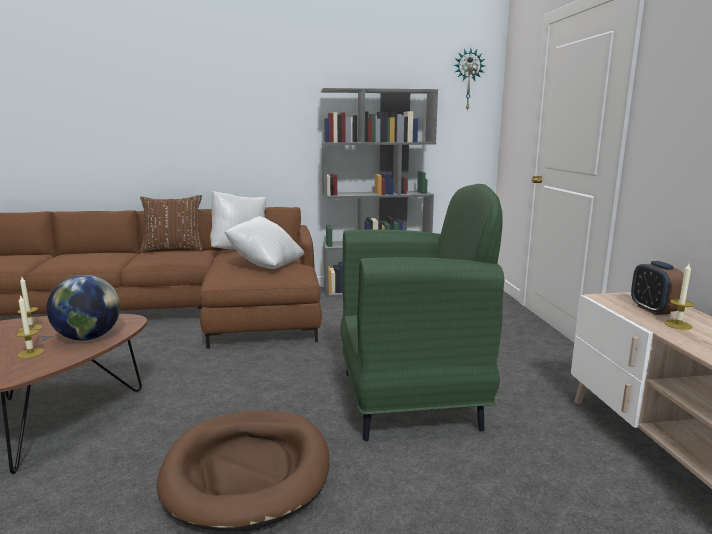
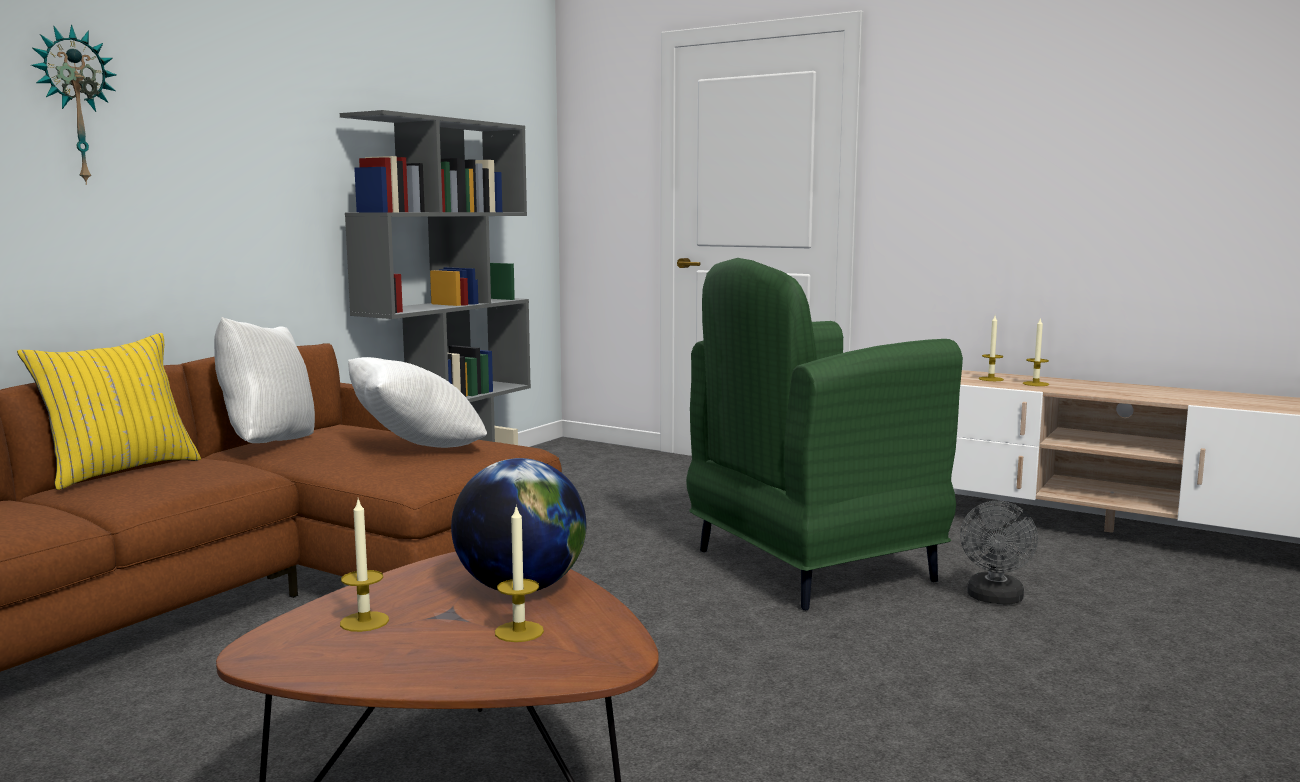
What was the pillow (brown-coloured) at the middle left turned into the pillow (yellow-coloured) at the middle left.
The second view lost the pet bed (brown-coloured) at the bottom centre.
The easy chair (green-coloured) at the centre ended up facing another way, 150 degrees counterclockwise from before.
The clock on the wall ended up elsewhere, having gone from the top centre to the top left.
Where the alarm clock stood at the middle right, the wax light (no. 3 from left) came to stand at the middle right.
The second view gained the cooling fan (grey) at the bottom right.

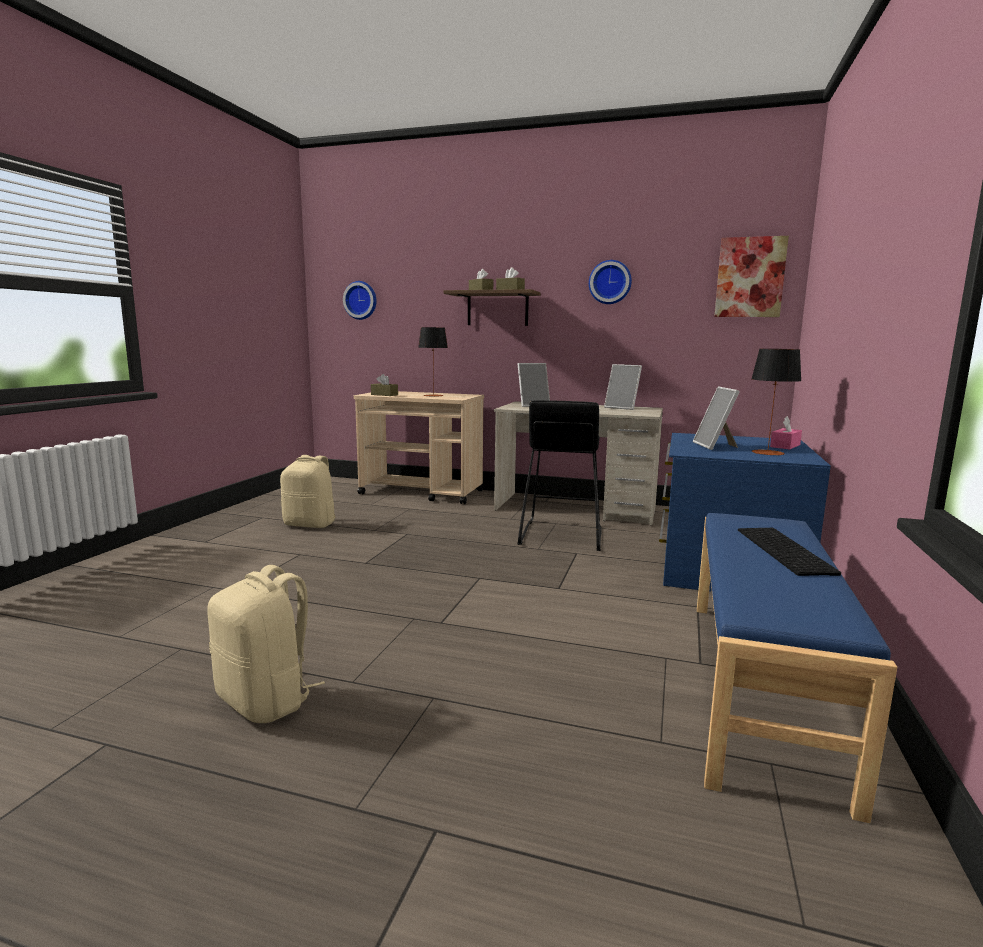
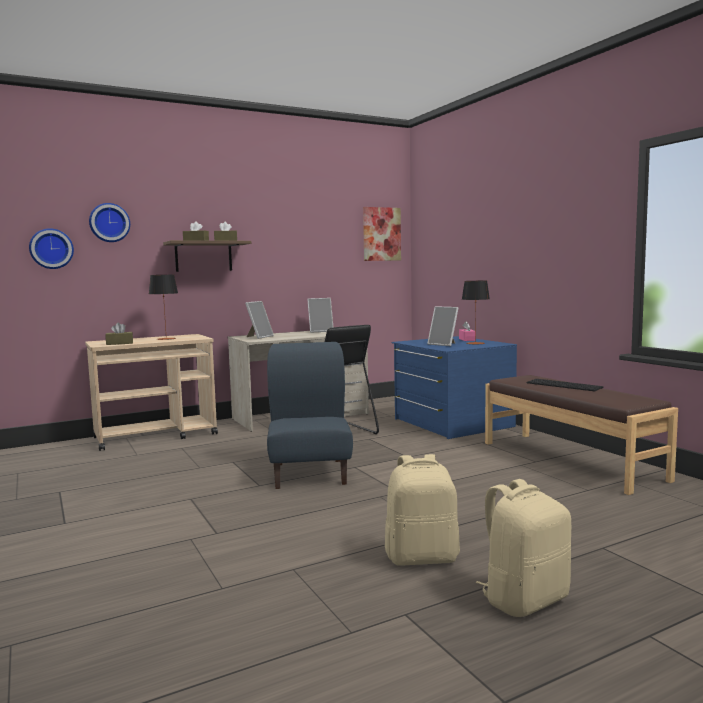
The rucksack (beige-coloured) (no. 2 from left) ended up elsewhere, having gone from the middle left to the bottom right.
The clock on the wall (no. 2 from left) ended up elsewhere, having gone from the top centre to the top left.
What was the long seat (bluish) at the bottom right turned into the long seat (brown-coloured) at the middle right.
The second view gained the upright chair (bluish) at the centre.

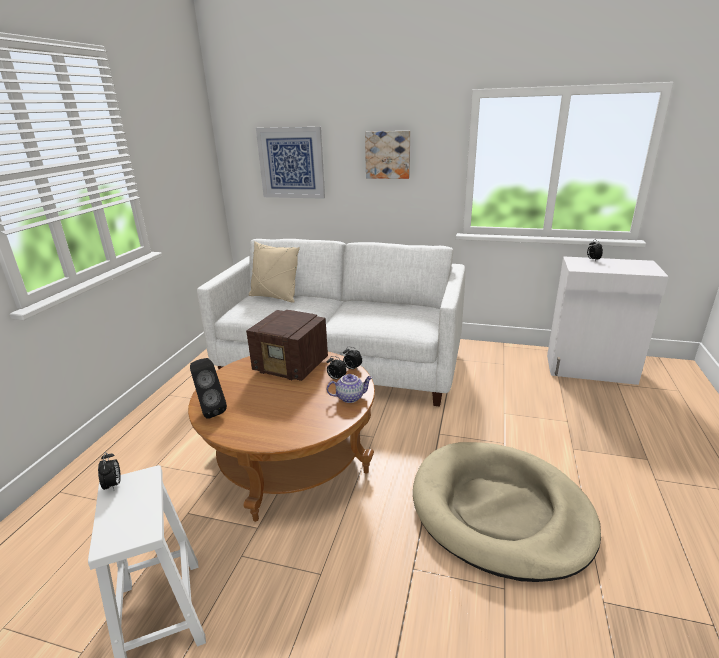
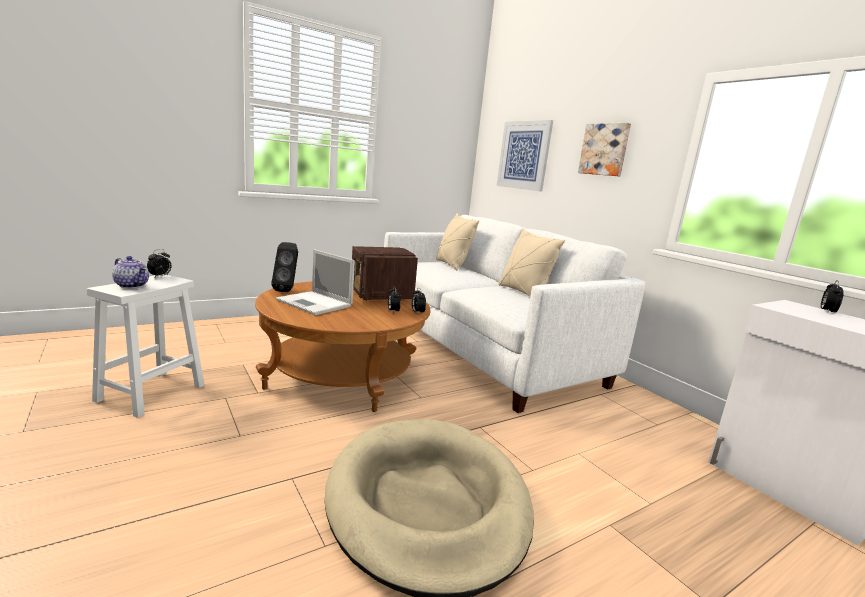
The tea pot ended up elsewhere, having gone from the centre to the middle left.
The second view gained the notebook computer at the centre.
The second view gained the pillow (beige-coloured) (no. 2 from left) at the centre.

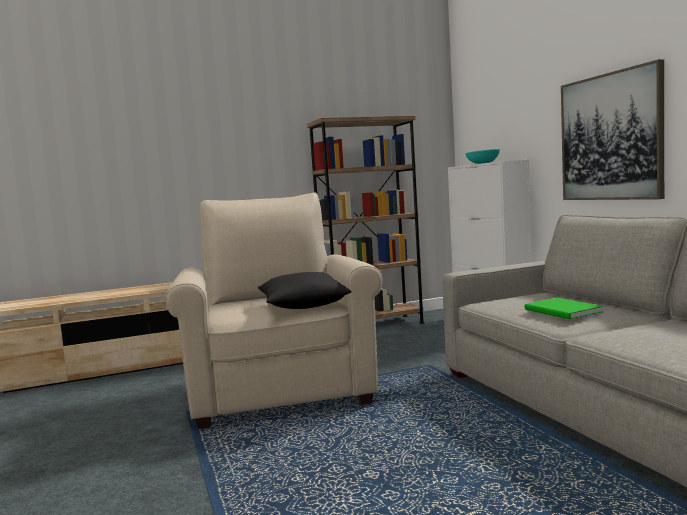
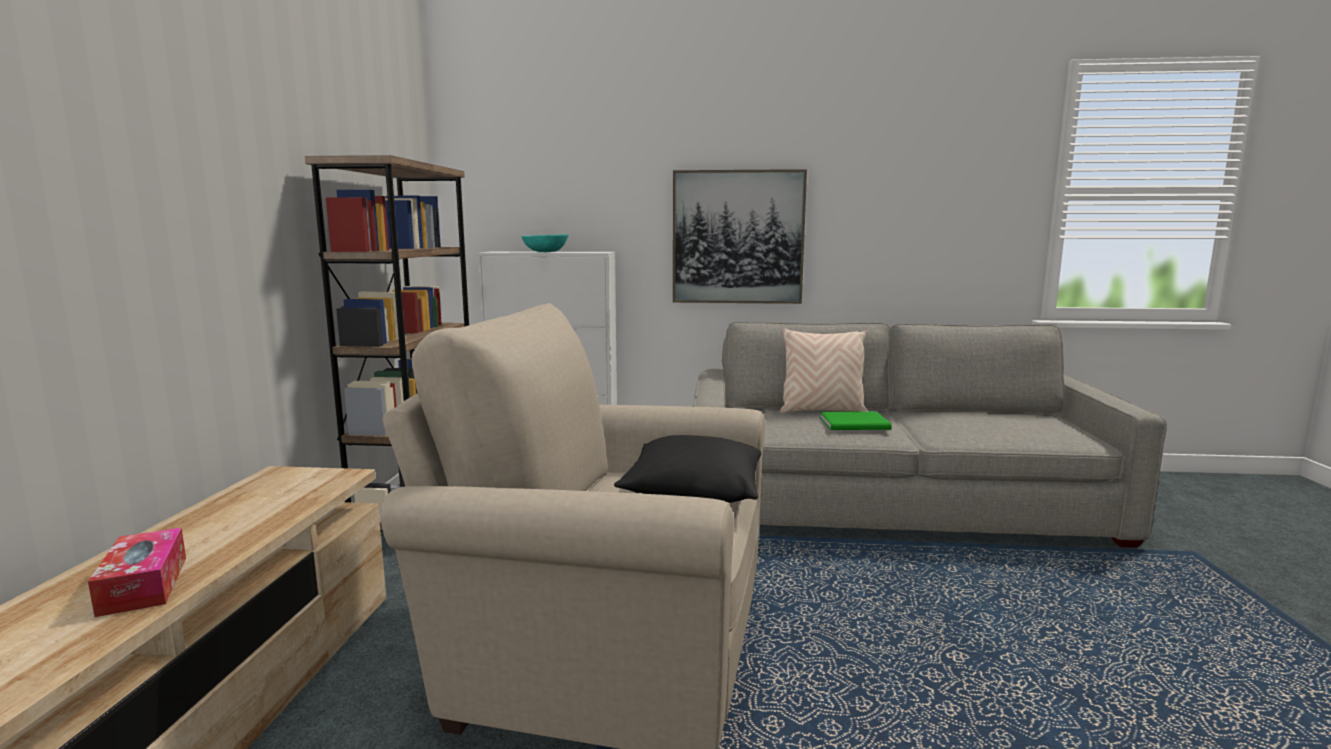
The second view gained the tissue holder at the bottom left.
The second view gained the pillow (beige-coloured) at the centre.

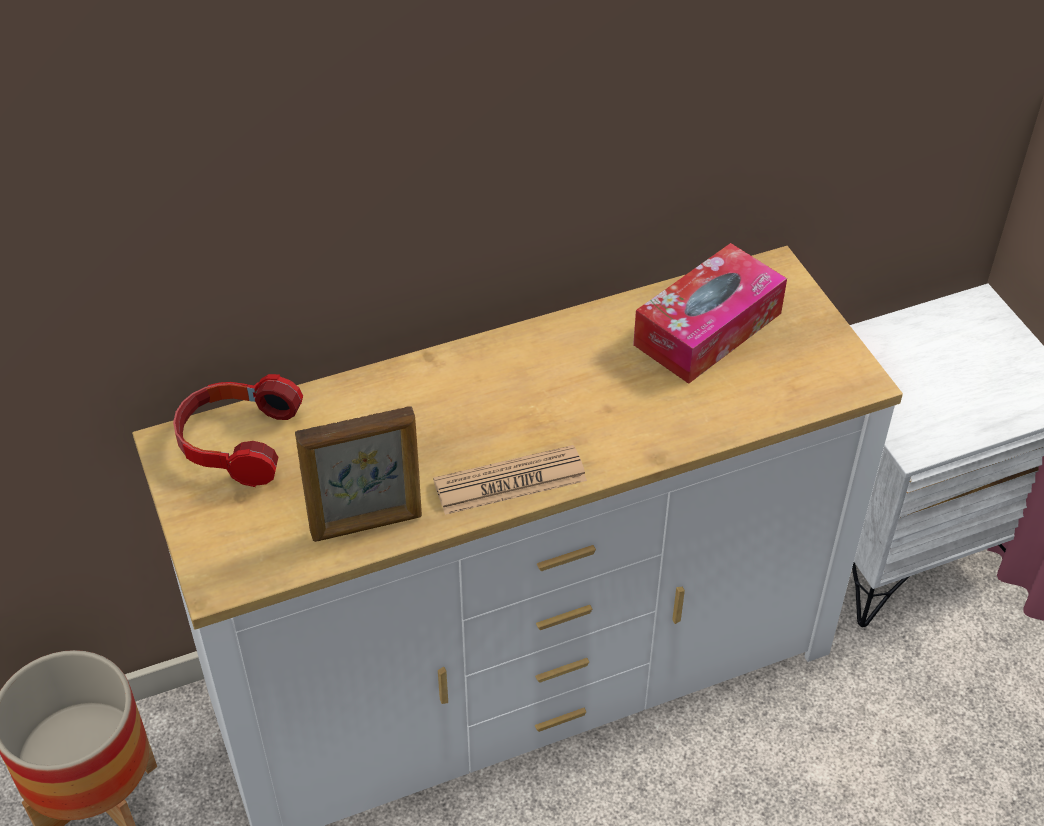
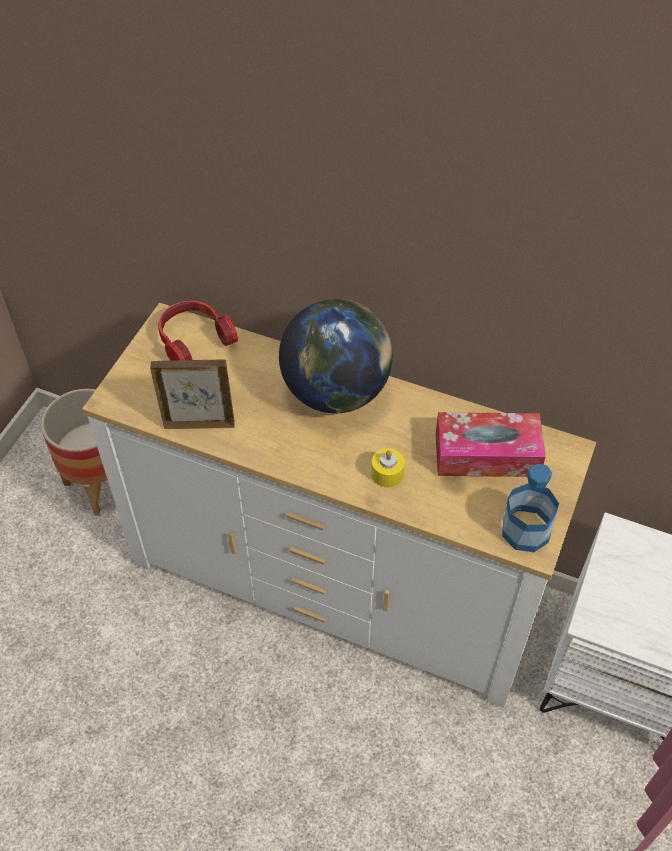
The picture frame at the centre ended up facing another way, 150 degrees clockwise from before.
The second view lost the printed paper at the centre.
The second view gained the desk globe at the centre.
The second view gained the wax light (yellow-coloured) at the centre.
The second view gained the bottle at the middle right.

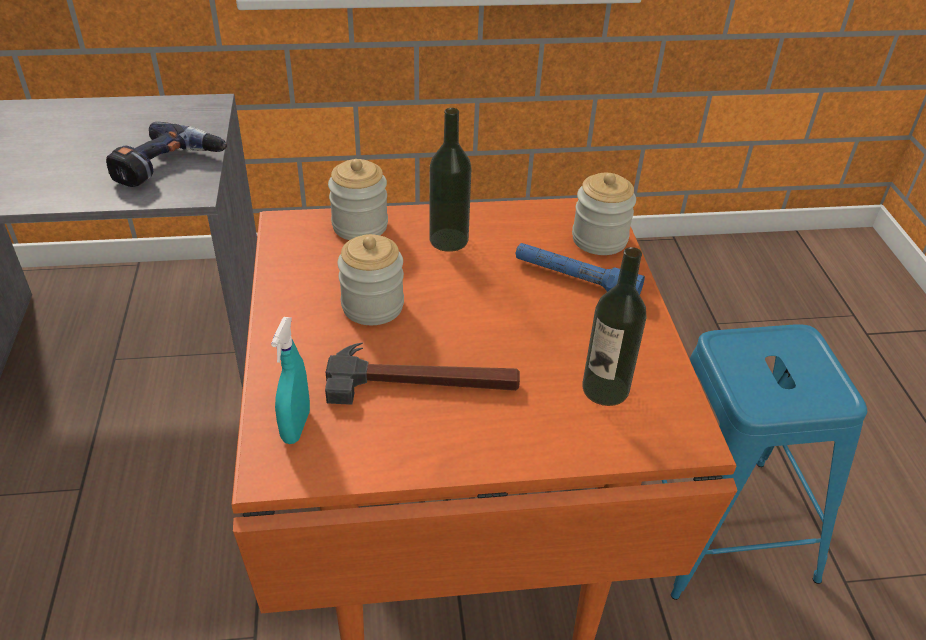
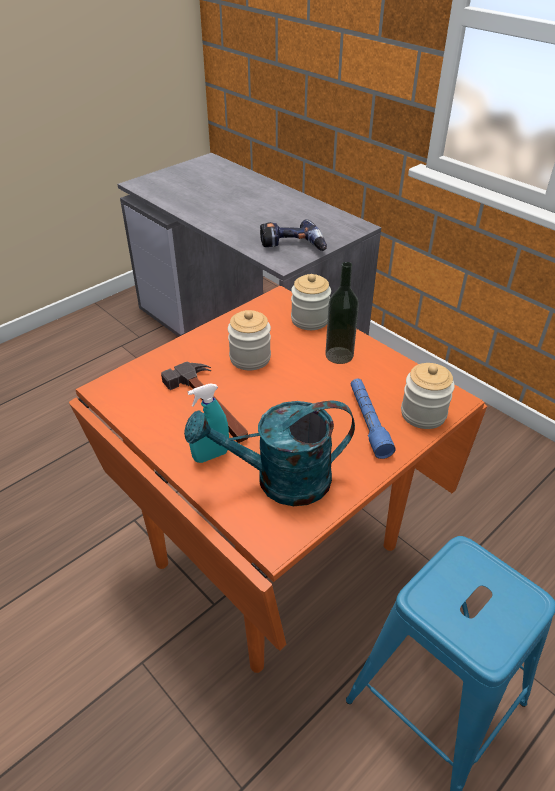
The hand sprayer (turquoise-coloured) ended up elsewhere, having gone from the middle left to the centre.
Where the bottle (no. 2 from left) stood at the centre, the watering can (turquoise-coloured) came to stand at the centre.

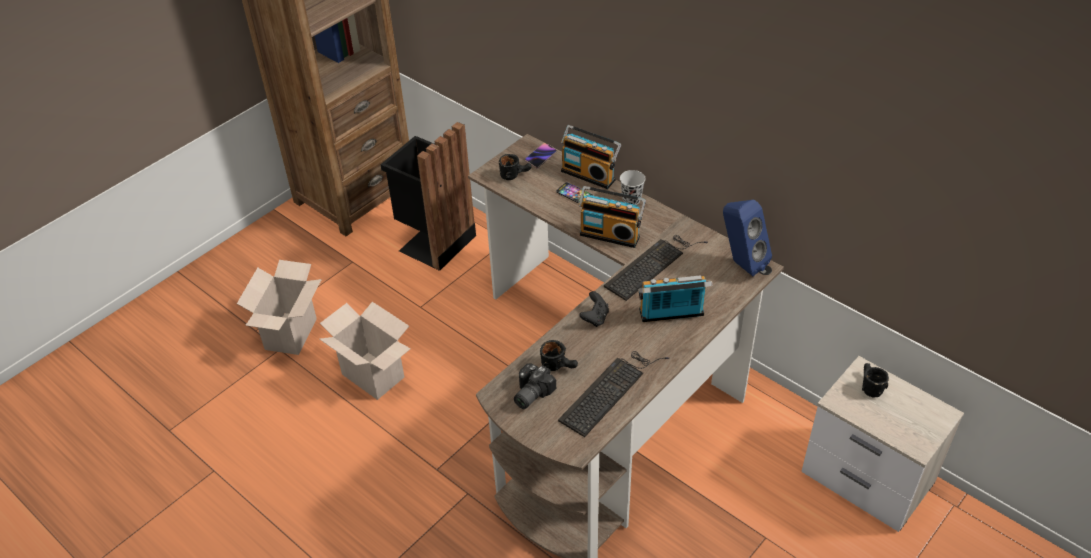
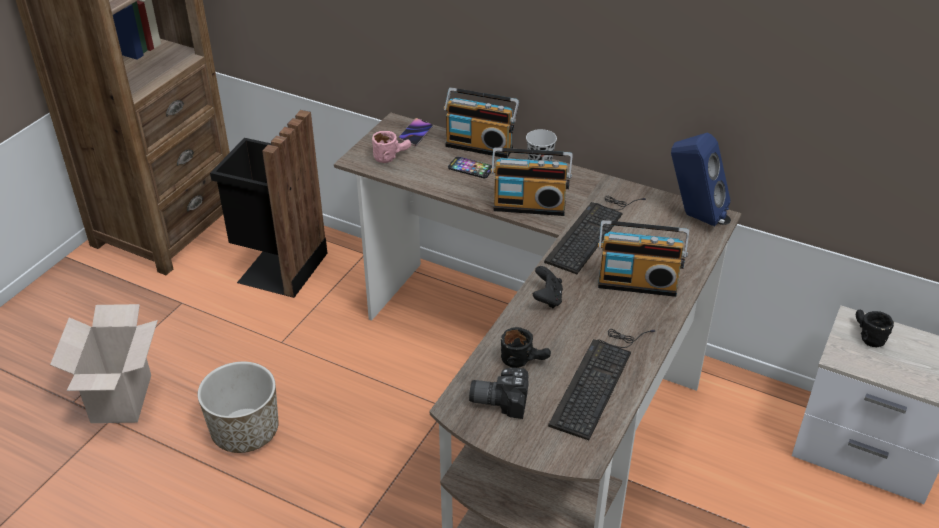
Where the packing box (no. 2 from left) stood at the centre, the plant pot came to stand at the bottom left.
What was the mug (black-coloured) (no. 1 from left) at the top centre turned into the mug (pinkish) at the top centre.
The photo camera at the bottom centre ended up facing another way, 75 degrees clockwise from before.
The radio set (no. 3 from left) at the centre ended up facing another way, 150 degrees counterclockwise from before.

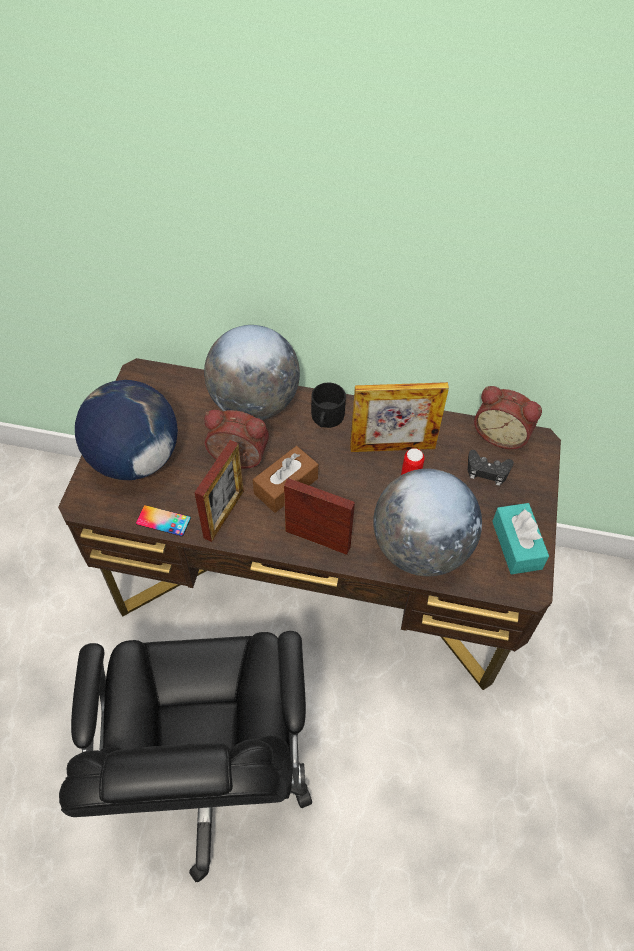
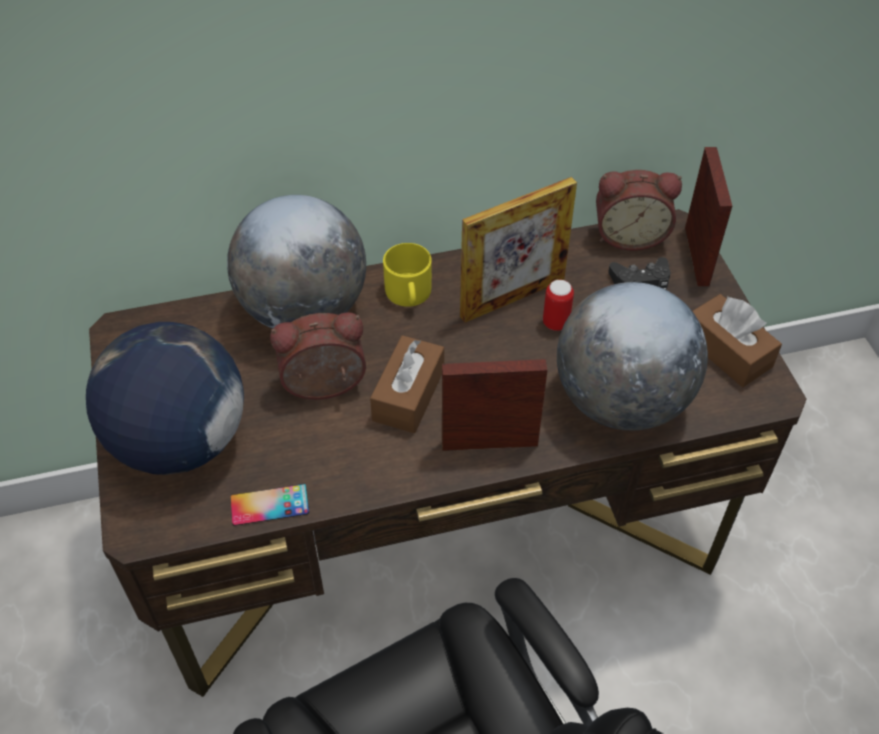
The picture frame (no. 1 from left in the first image) ended up elsewhere, having gone from the centre to the top right.
What was the mug (black-coloured) at the centre turned into the mug (yellow-coloured) at the centre.
What was the tissue holder (turquoise-coloured) at the middle right turned into the tissue holder (brown-coloured) (no. 2 from left) at the middle right.

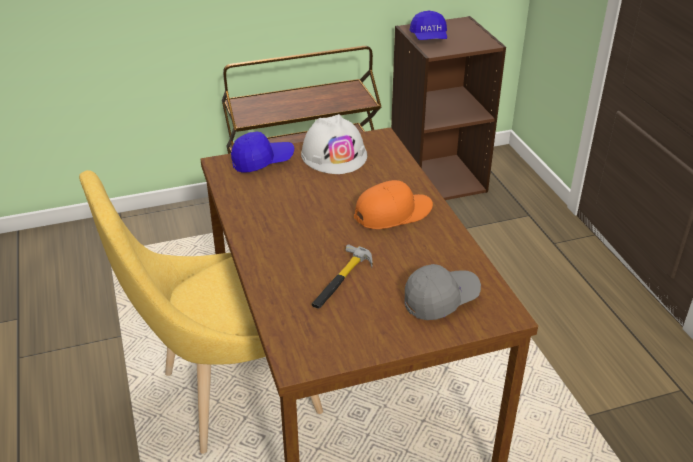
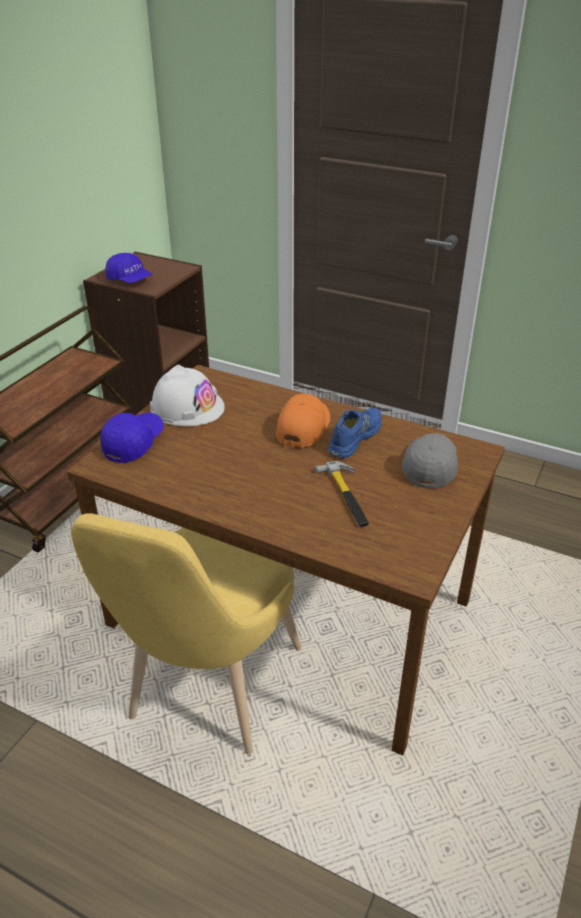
The second view gained the item of footwear (bluish) at the centre.

